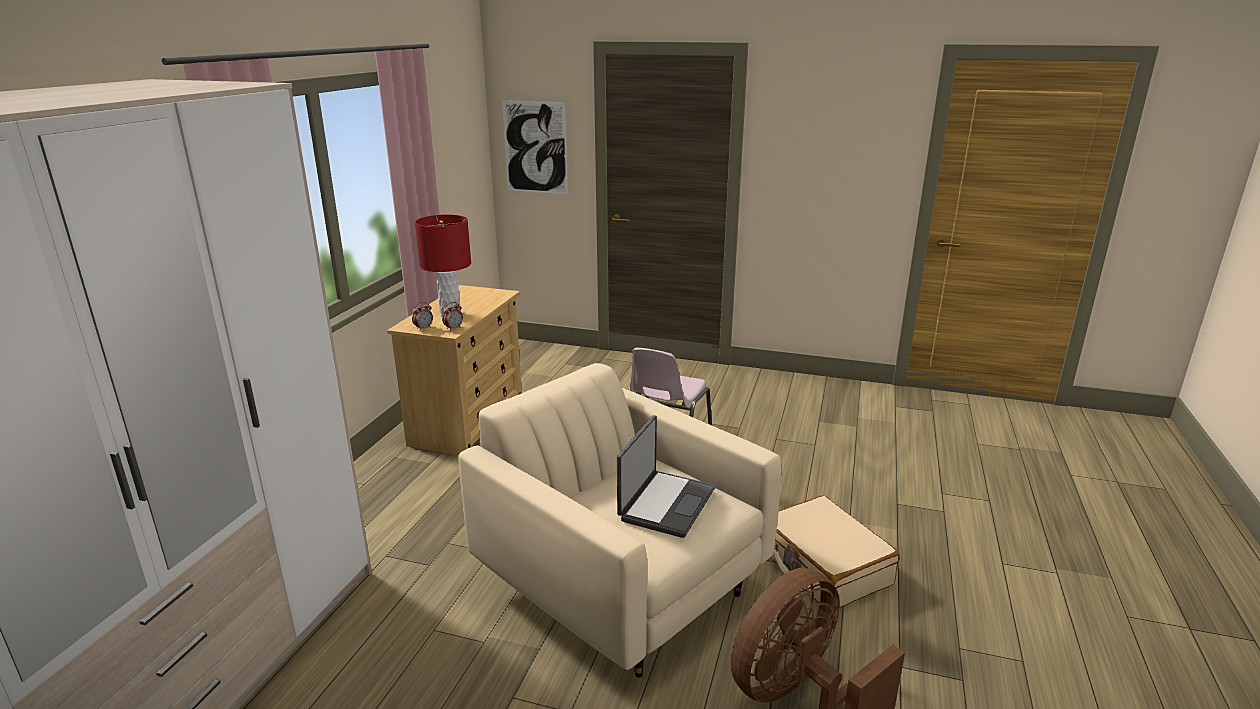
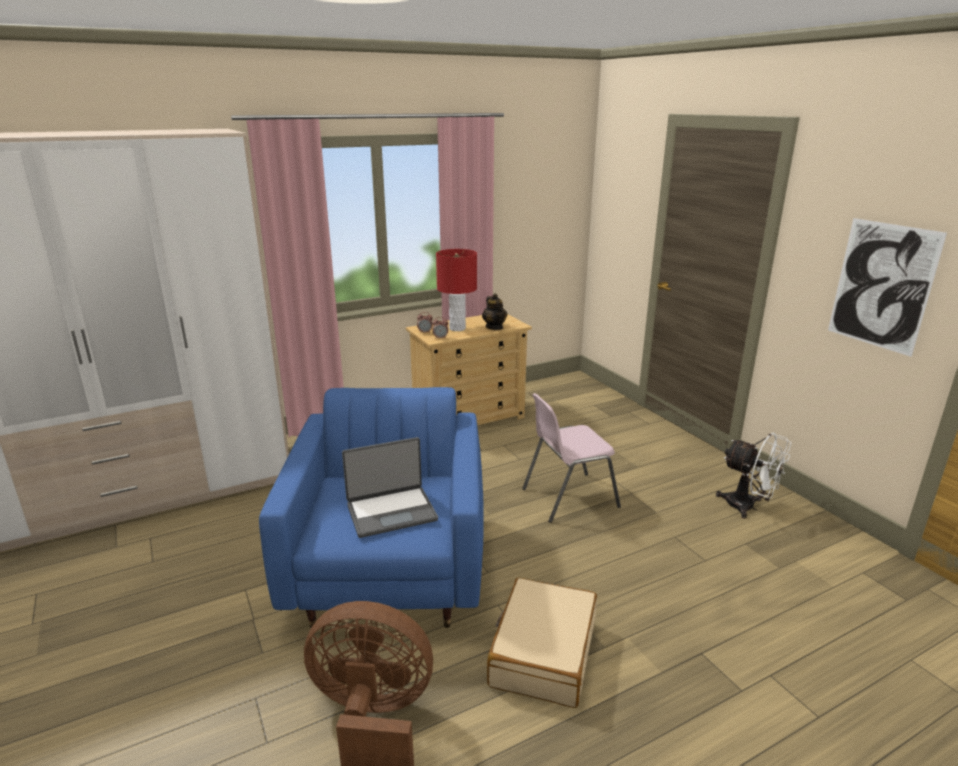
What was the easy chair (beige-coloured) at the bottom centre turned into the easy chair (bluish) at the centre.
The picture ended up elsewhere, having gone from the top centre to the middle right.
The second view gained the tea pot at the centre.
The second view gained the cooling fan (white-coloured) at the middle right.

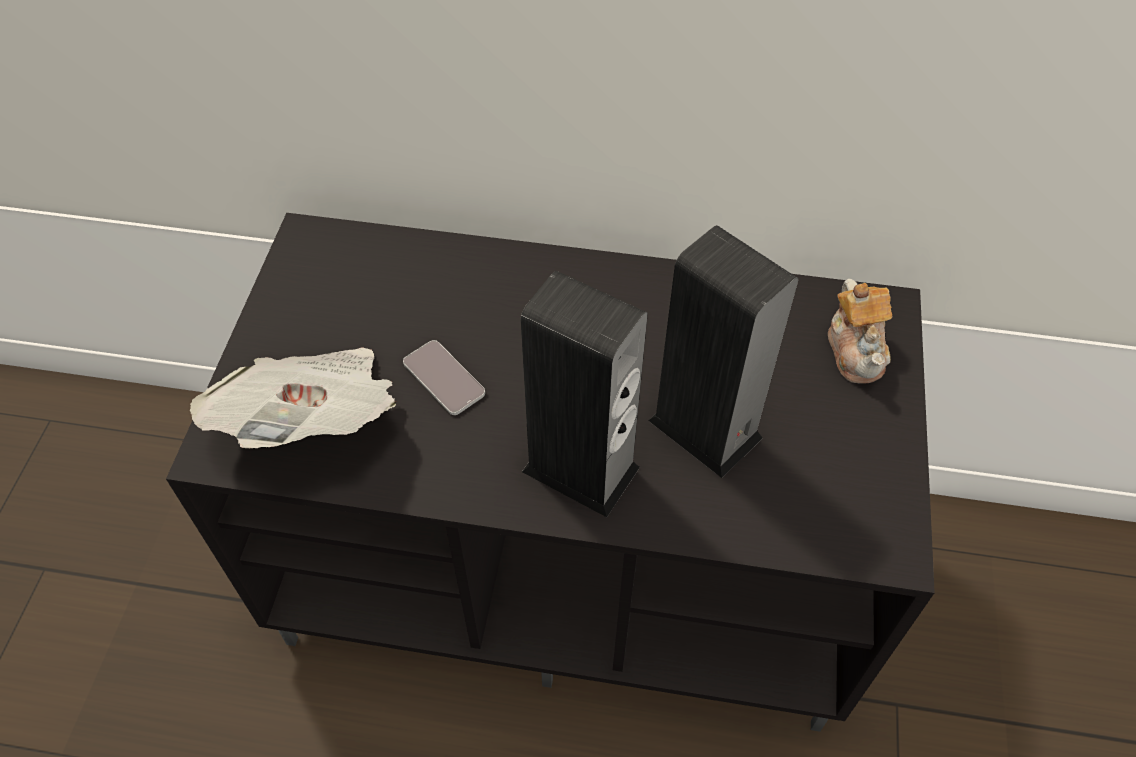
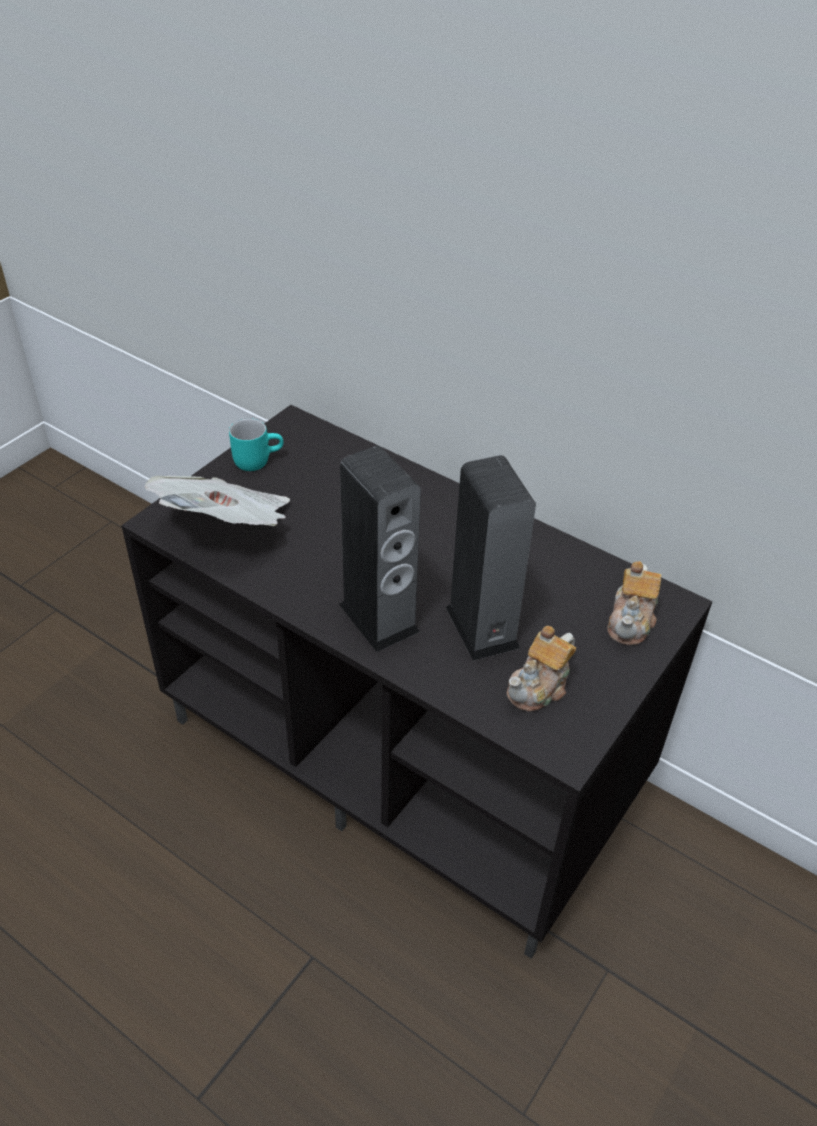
The second view lost the handset at the centre.
The second view gained the mug (turquoise-coloured) at the middle left.
The second view gained the tea pot (no. 1 from left) at the centre.

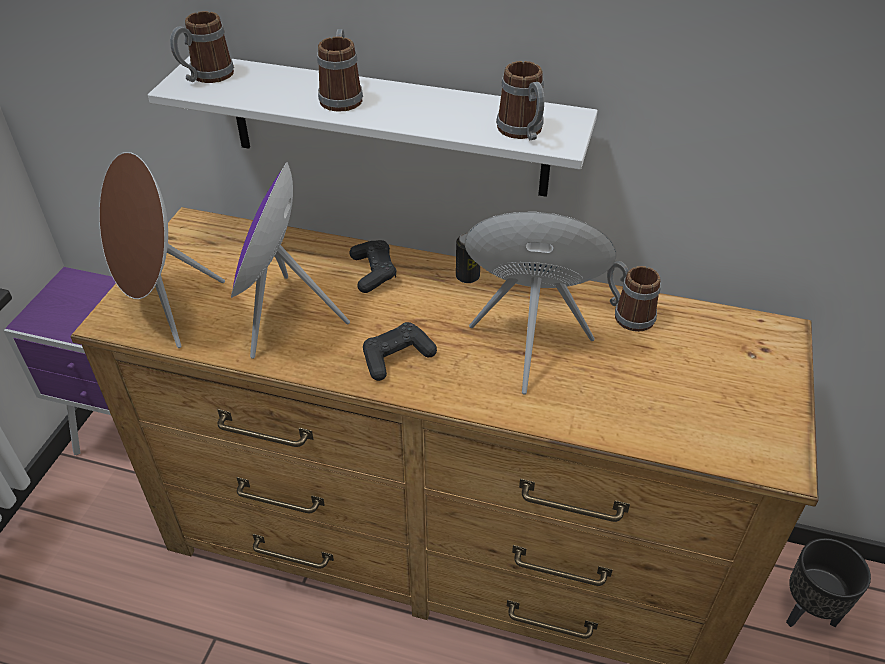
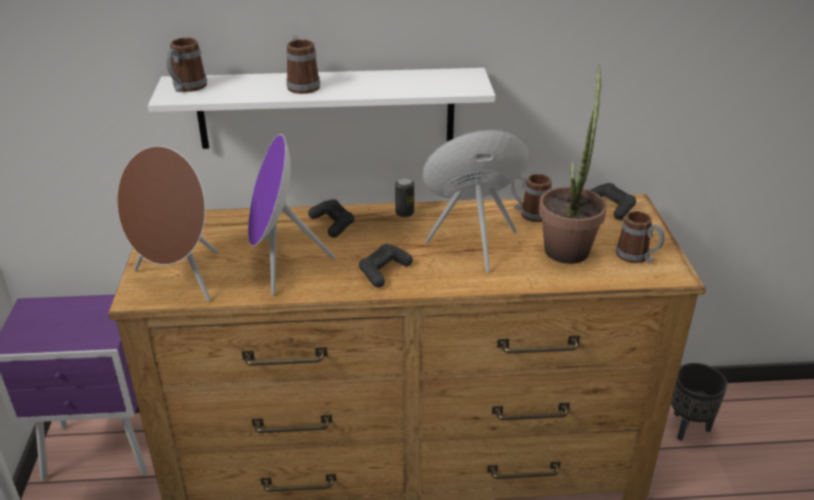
The mug (no. 3 from left in the first image) ended up elsewhere, having gone from the top centre to the middle right.
The second view gained the plant in a pot at the top right.
The second view gained the game controller (black-coloured) (no. 3 from left) at the middle right.

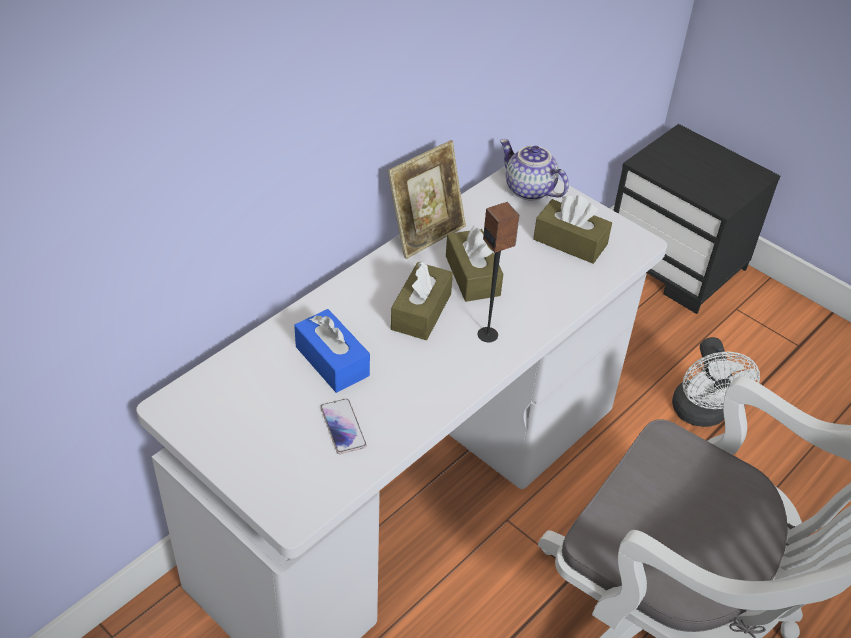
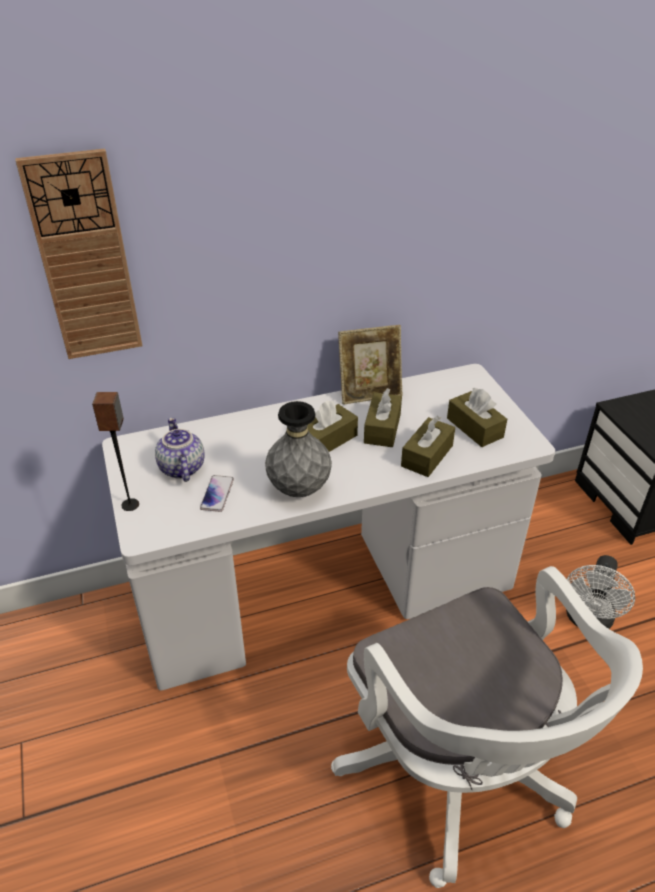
The second view lost the tissue holder (bluish) at the centre.
The loudspeaker ended up elsewhere, having gone from the centre to the middle left.
The tea pot ended up elsewhere, having gone from the top centre to the middle left.
The second view gained the clock on the wall at the top left.
The second view gained the decorative vase (grey) at the centre.
The second view gained the tissue holder (brown-coloured) (no. 3 from left) at the centre.

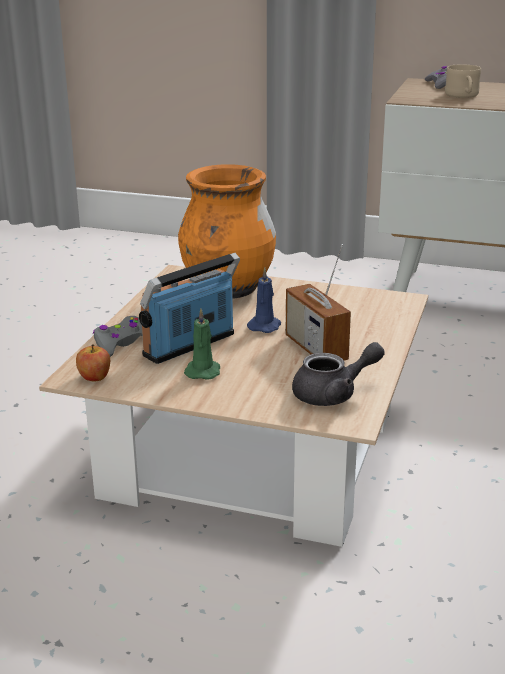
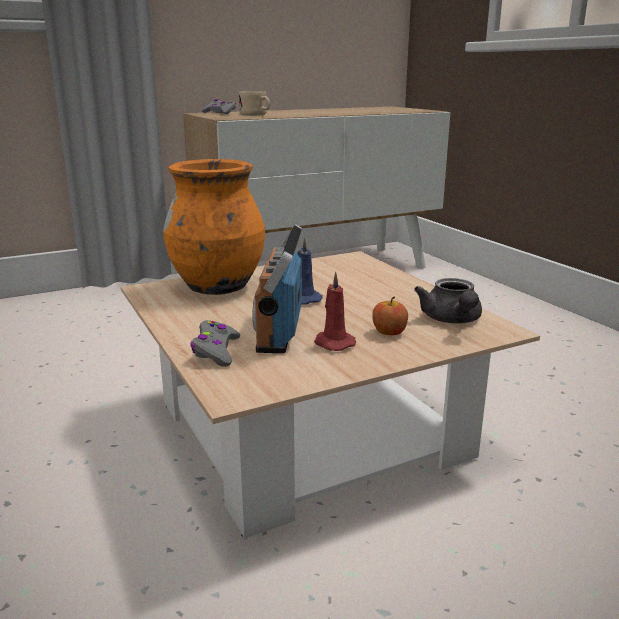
The apple ended up elsewhere, having gone from the middle left to the centre.
What was the wax light (green-coloured) at the centre turned into the wax light (red) at the centre.
The second view lost the radio set (no. 2 from left) at the centre.
The tea pot (grey) at the middle right ended up facing another way, 150 degrees clockwise from before.

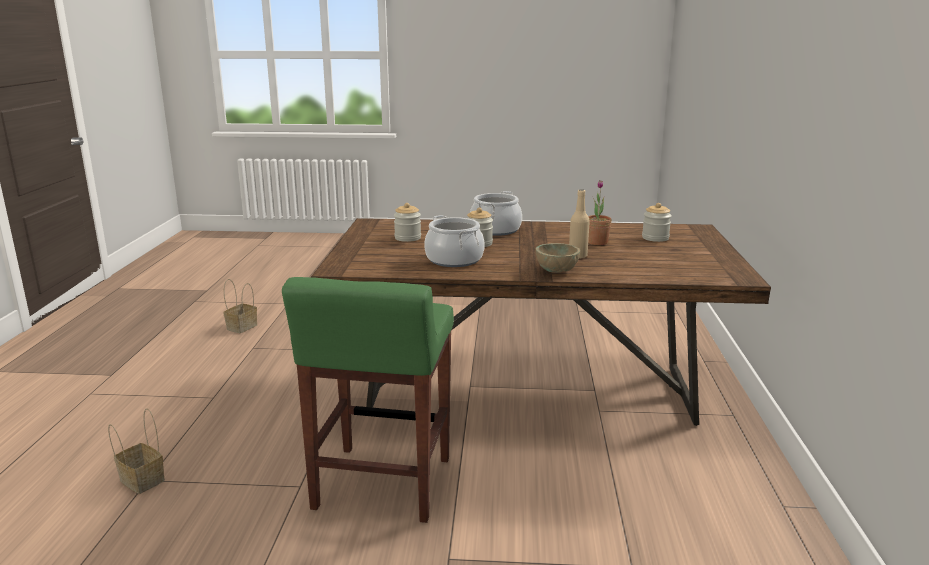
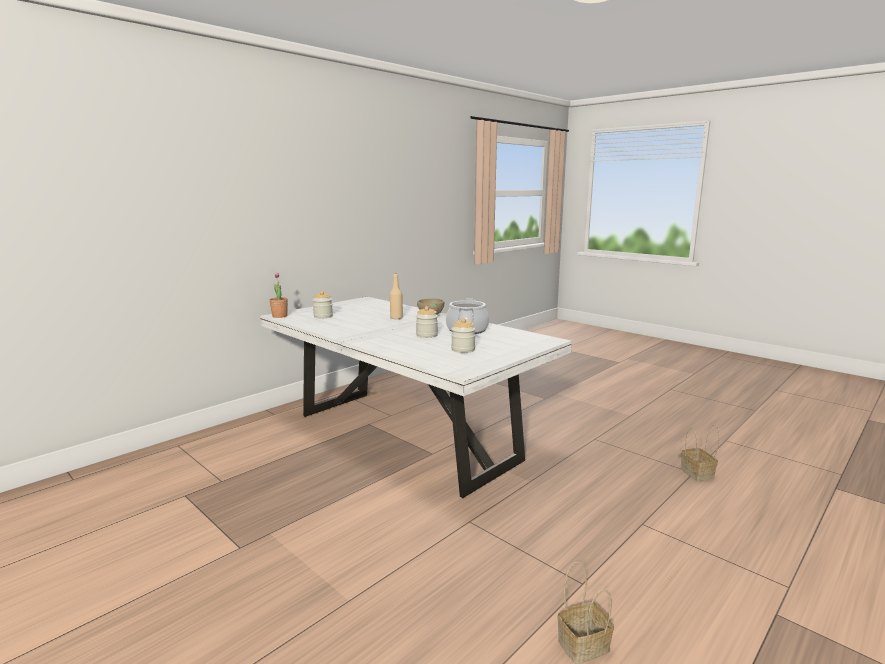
The second view lost the sitting stool (green-coloured) at the bottom centre.
What was the dinner table (brown-coloured) at the centre turned into the dinner table (white-coloured) at the centre.
The second view lost the saucepot (no. 2 from left) at the centre.
The plant in a pot ended up elsewhere, having gone from the centre to the middle left.

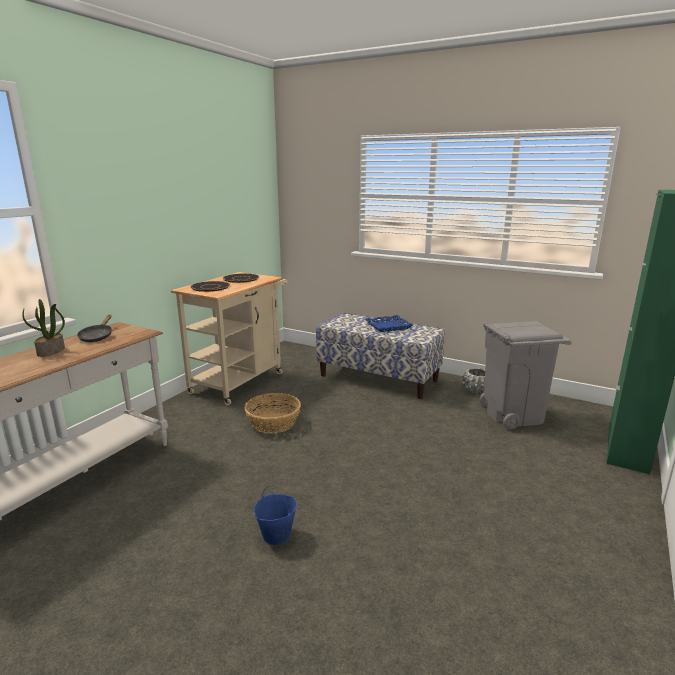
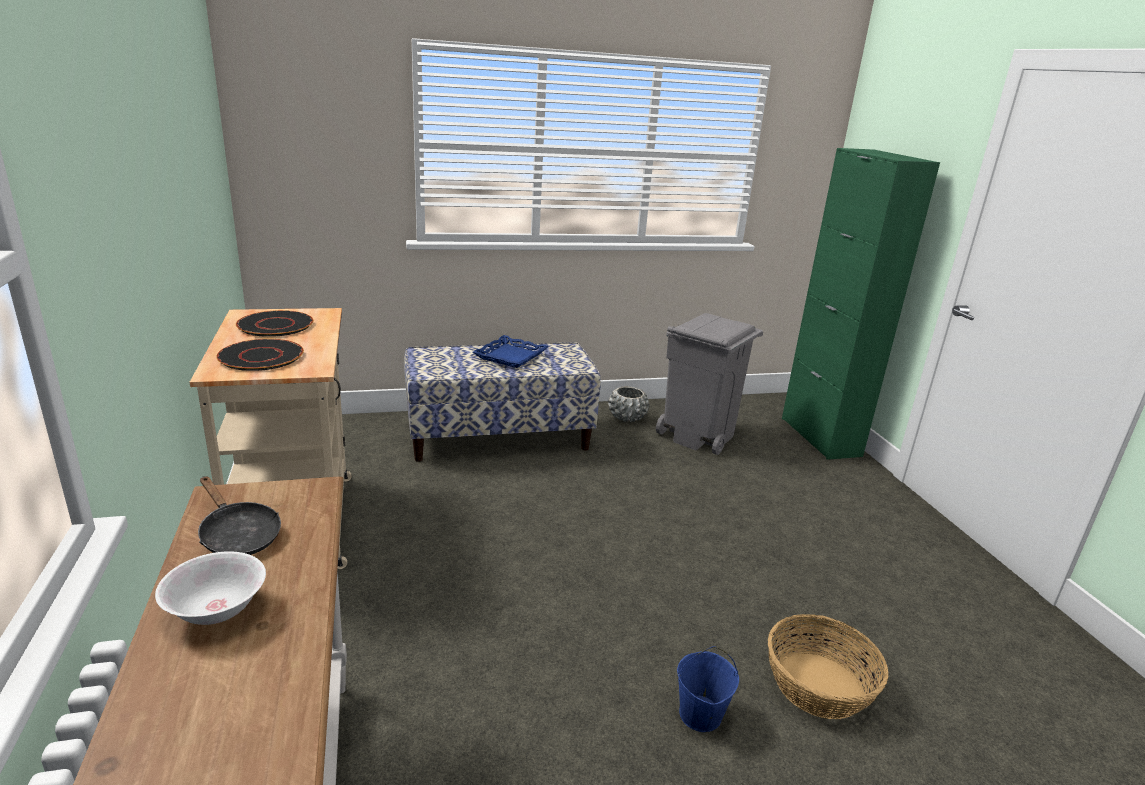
Where the plant in a pot stood at the middle left, the serving bowl (white-coloured) came to stand at the bottom left.
The household basket ended up elsewhere, having gone from the centre to the bottom right.

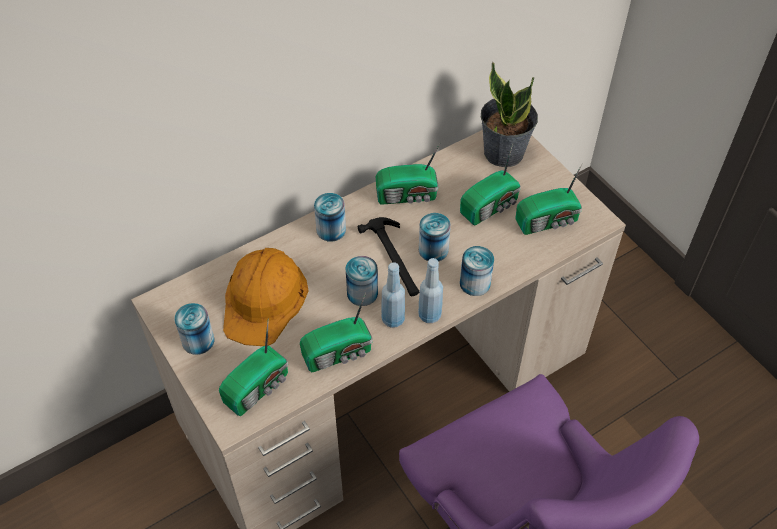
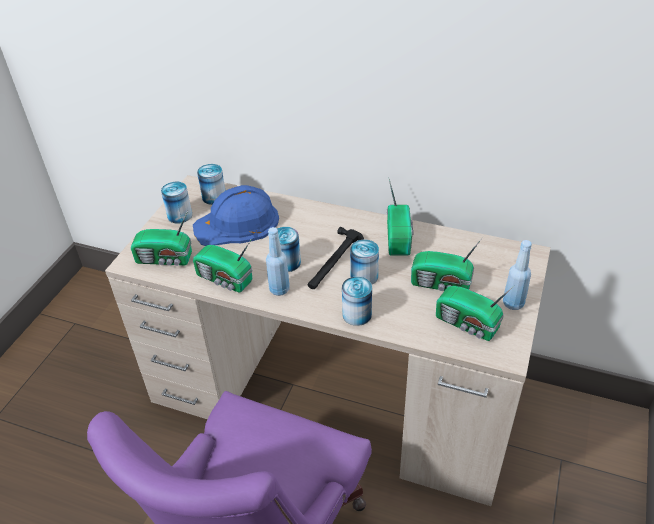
What was the hard hat (orangey) at the centre turned into the hard hat (bluish) at the centre.
The metal can (no. 2 from left) ended up elsewhere, having gone from the centre to the middle left.
The radio set (no. 3 from left) at the top centre ended up facing another way, 135 degrees counterclockwise from before.
The bottle (bluish) (no. 2 from left) ended up elsewhere, having gone from the centre to the middle right.
The second view lost the plant in a pot at the top centre.

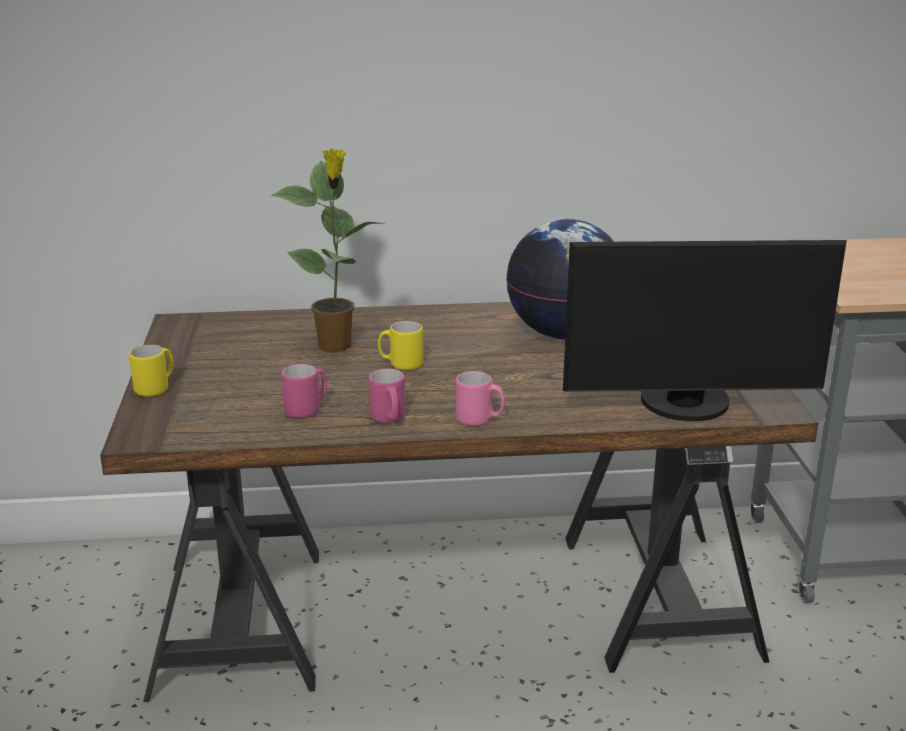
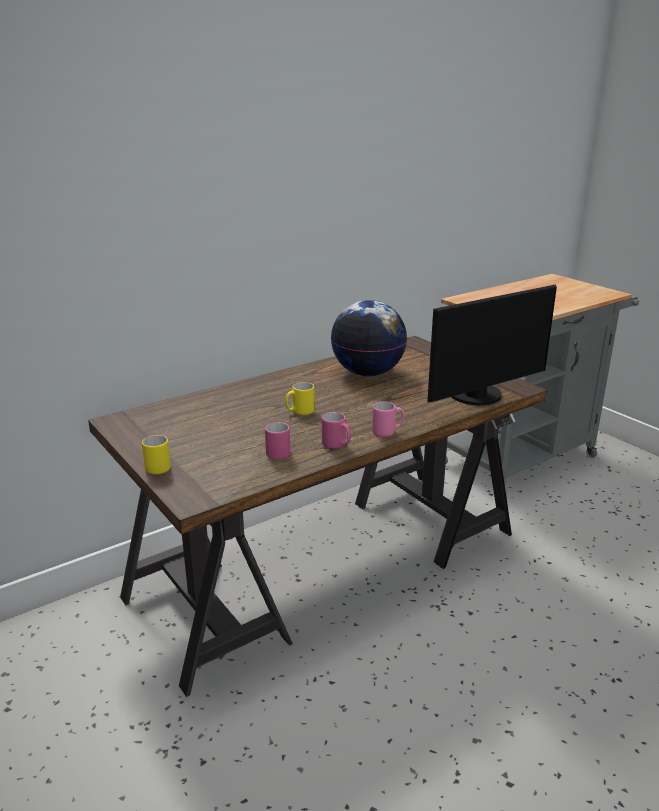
The second view lost the plant in a pot at the centre.

